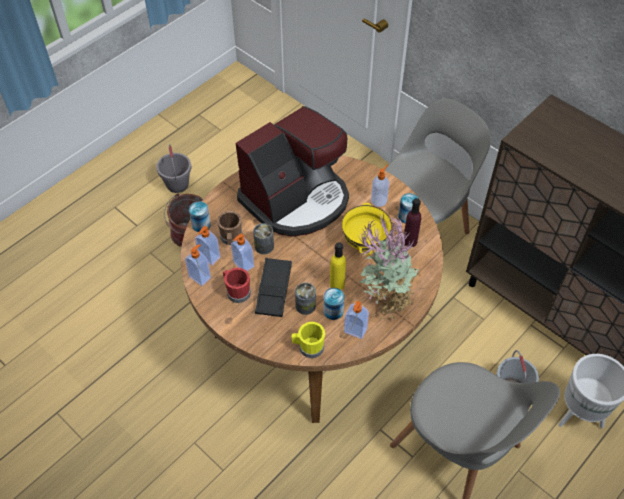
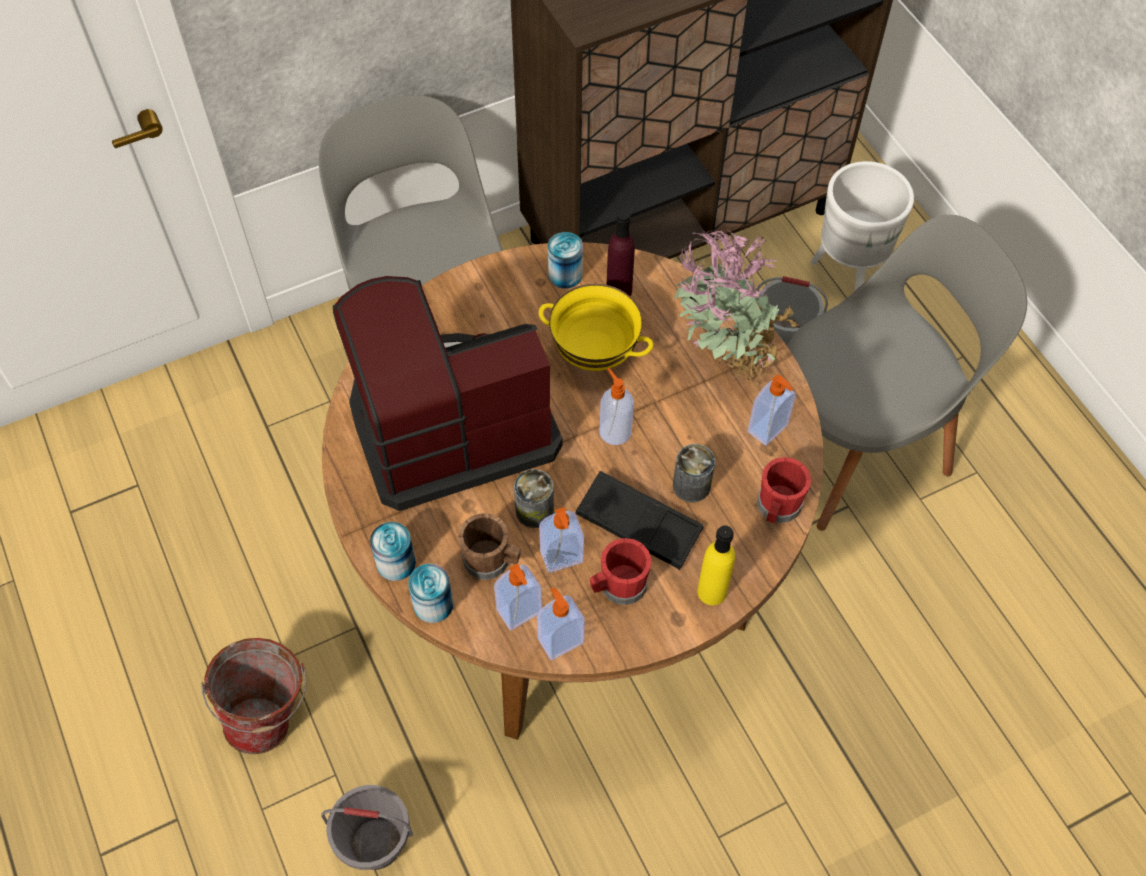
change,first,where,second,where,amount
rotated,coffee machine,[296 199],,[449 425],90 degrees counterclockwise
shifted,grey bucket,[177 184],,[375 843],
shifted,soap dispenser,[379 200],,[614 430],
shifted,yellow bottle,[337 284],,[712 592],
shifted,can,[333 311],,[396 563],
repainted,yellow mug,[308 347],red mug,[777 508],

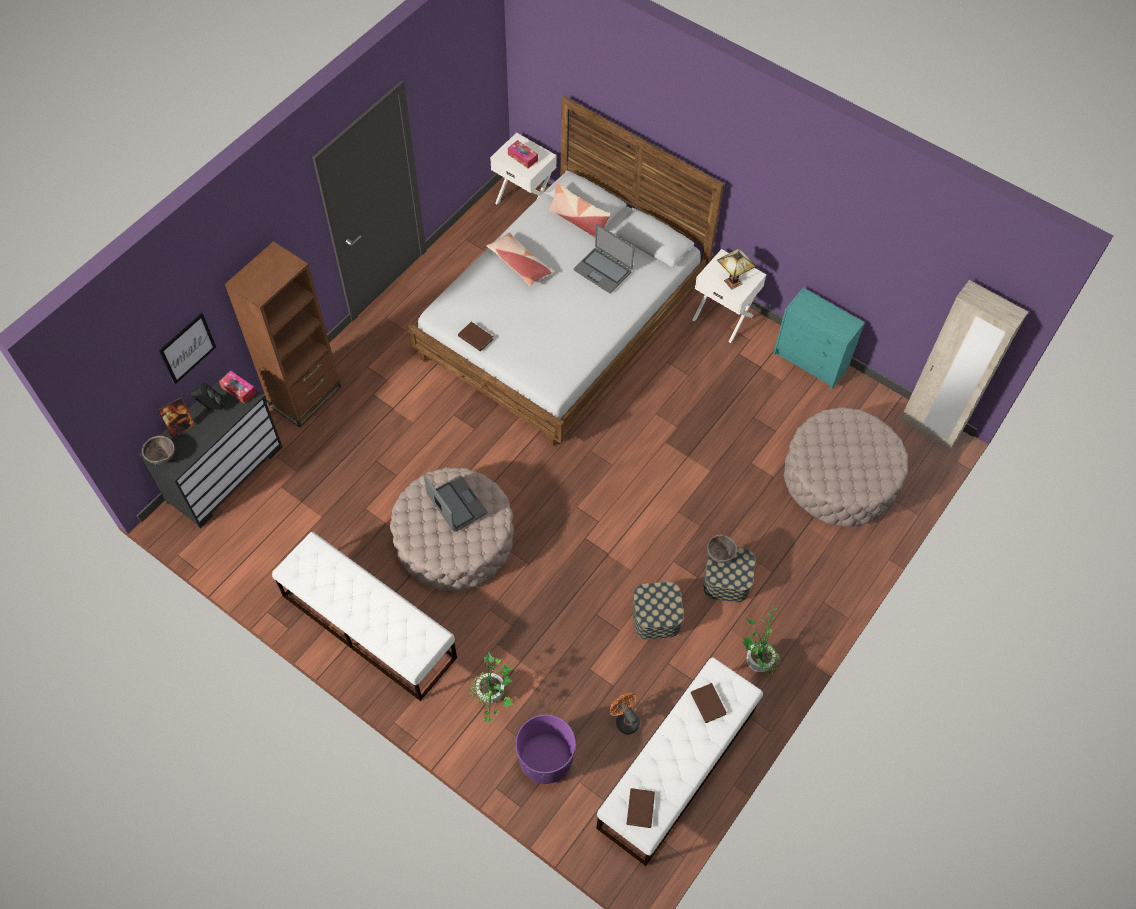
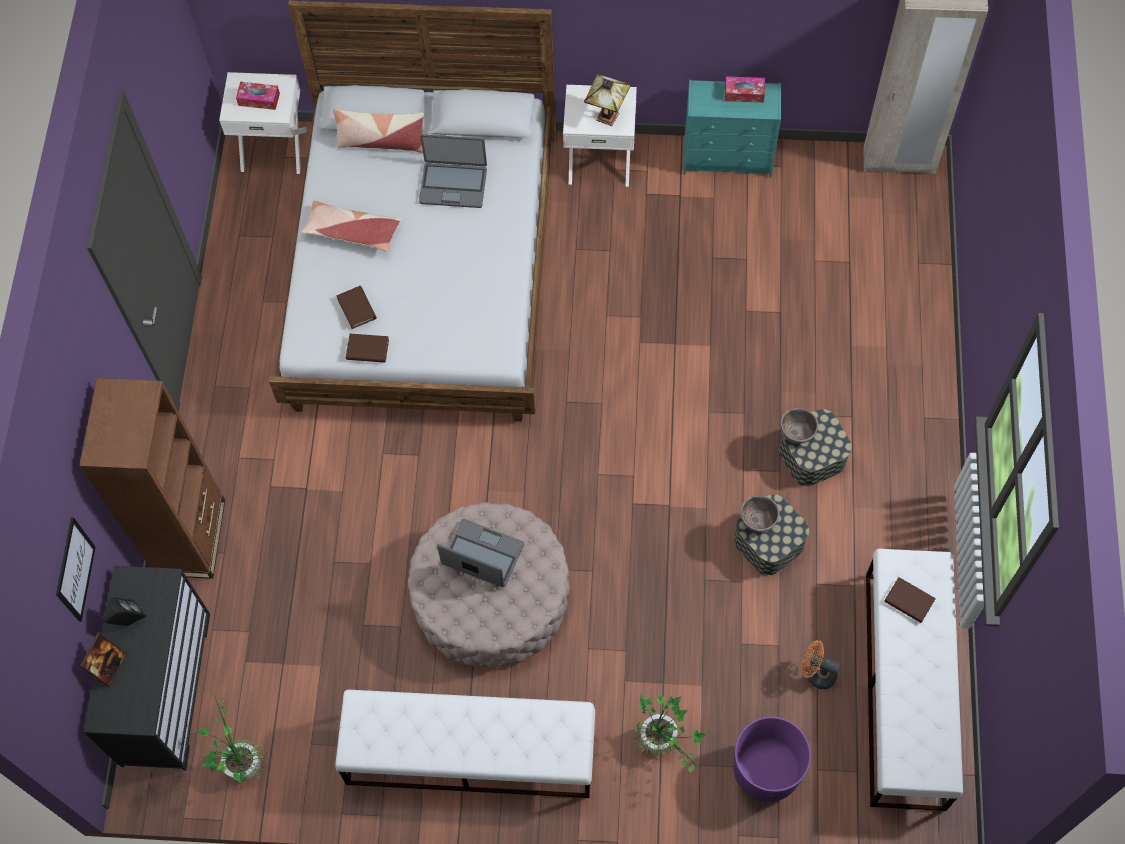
change,first,where,second,where,amount
shifted,tissue box,[238 390],,[744 93],
gone,beige ottoman,[840 478],,,
shifted,brown bowl,[162 457],,[758 521],
shifted,potted plant,[757 658],,[241 761],
shifted,brown book,[640 808],,[356 308],

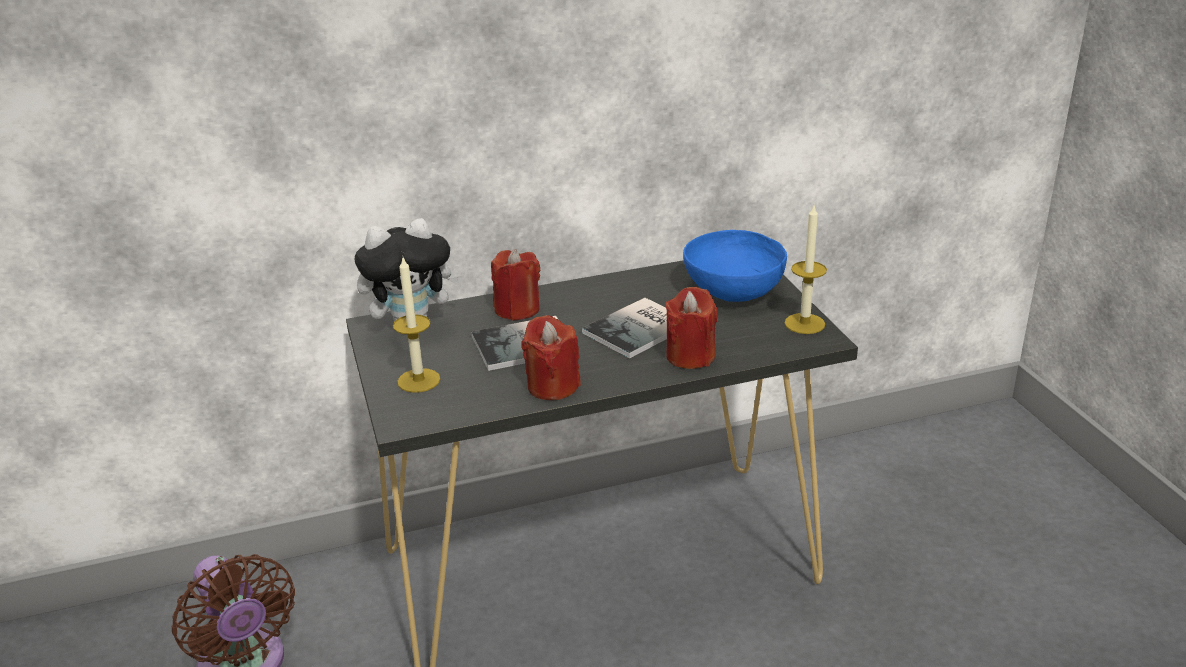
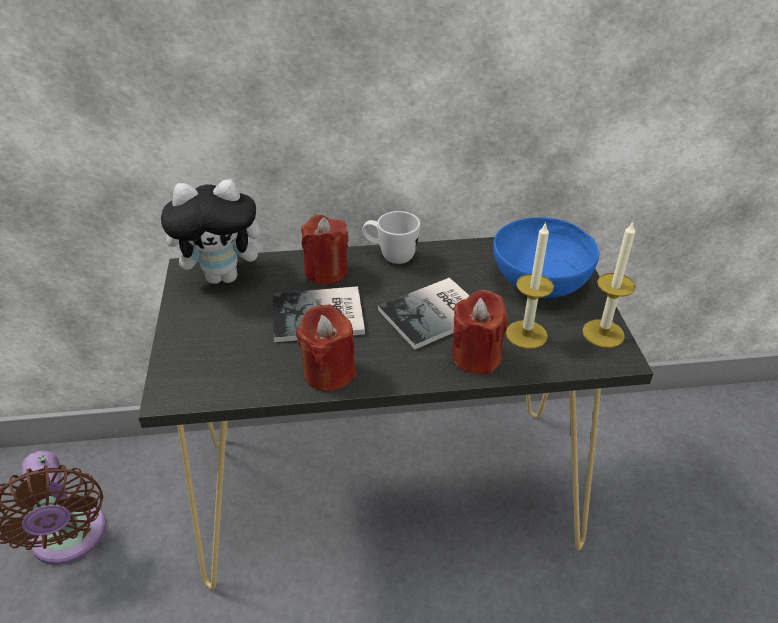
change,first,where,second,where,amount
shifted,candle,[419 380],,[526 334],
new,,,white mug,[390 256],

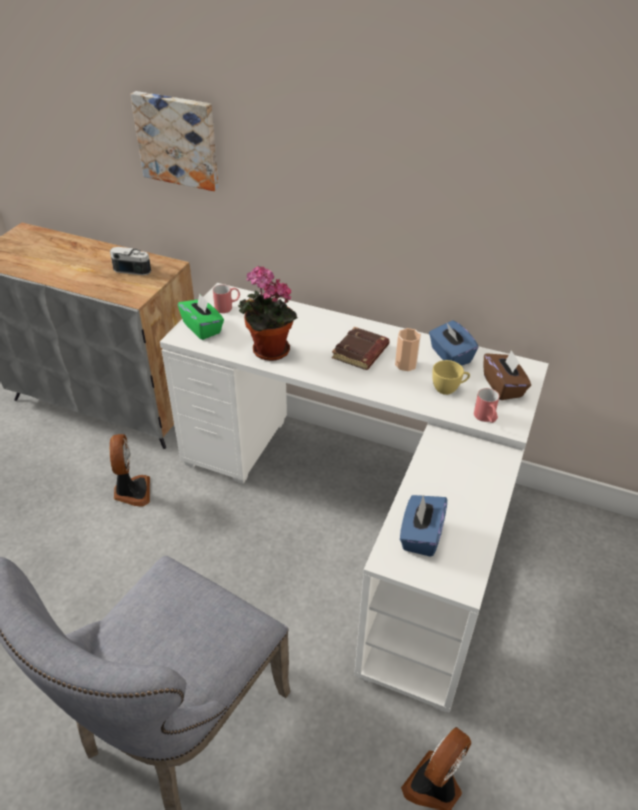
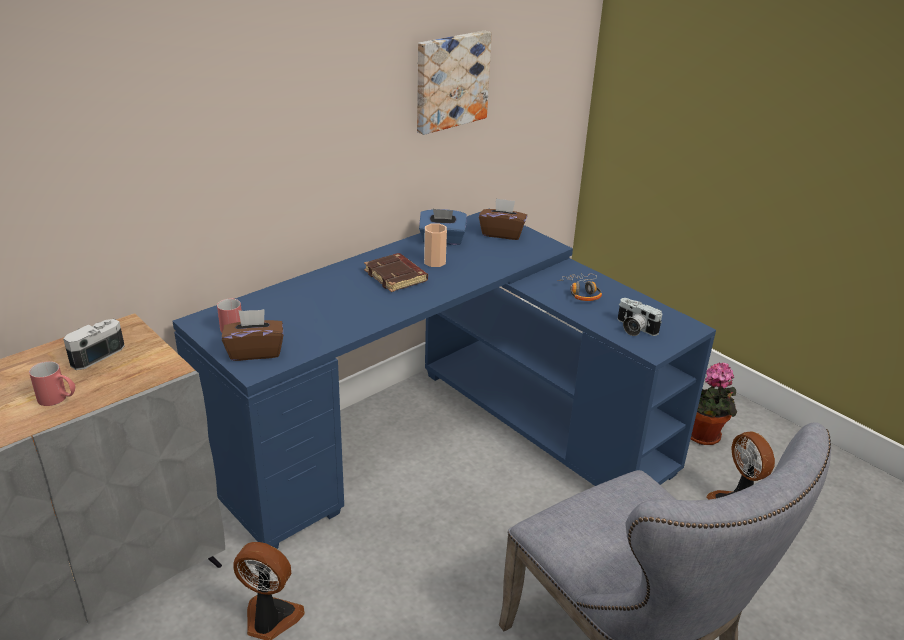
change,first,where,second,where,amount
shifted,picture,[178 140],,[450 81],
shifted,potted plant,[267 351],,[703 437],
repainted,white desk,[364 510],blue desk,[443 440],
repainted,green tissue box,[203 328],brown tissue box,[255 351],
gone,yellow cup,[448 389],,,
shifted,red mug,[486 418],,[58 399],
swapped,blue tissue box,[420 535],photo camera,[634 329],
new,,,headphones,[581 292],

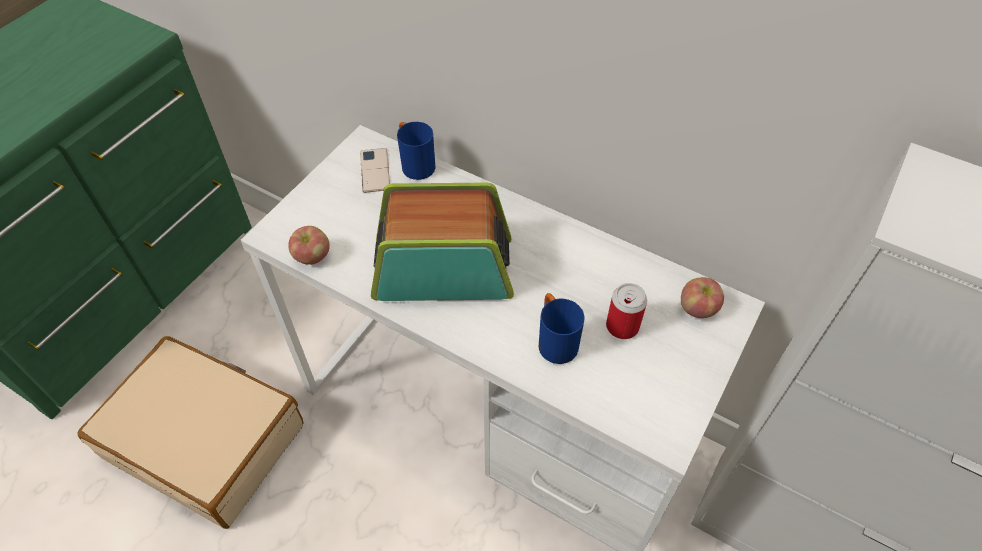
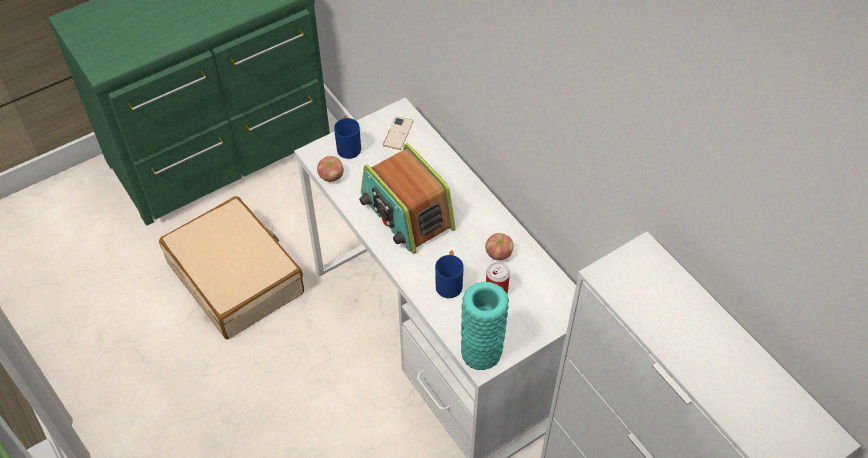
change,first,where,second,where,amount
shifted,blue mug,[415 164],,[348 146],
rotated,radio,[443 268],,[406 213],150 degrees counterclockwise
shifted,apple,[697 308],,[498 254],
new,,,turquoise vase,[481 351],

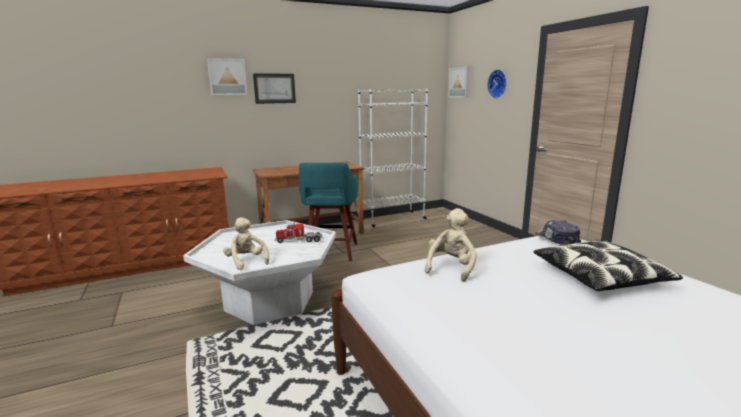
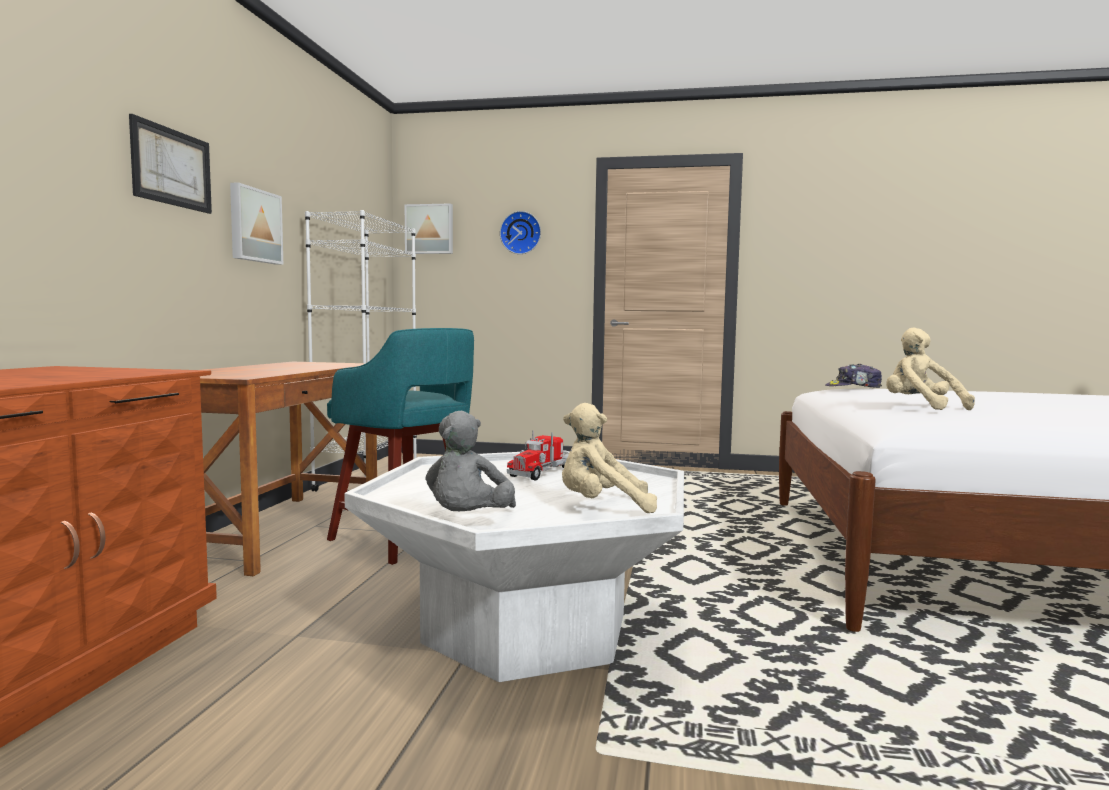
change,first,where,second,where,amount
shifted,picture,[227 77],,[254 225],
gone,pillow,[600 277],,,
new,,,grey plush toy,[468 521],

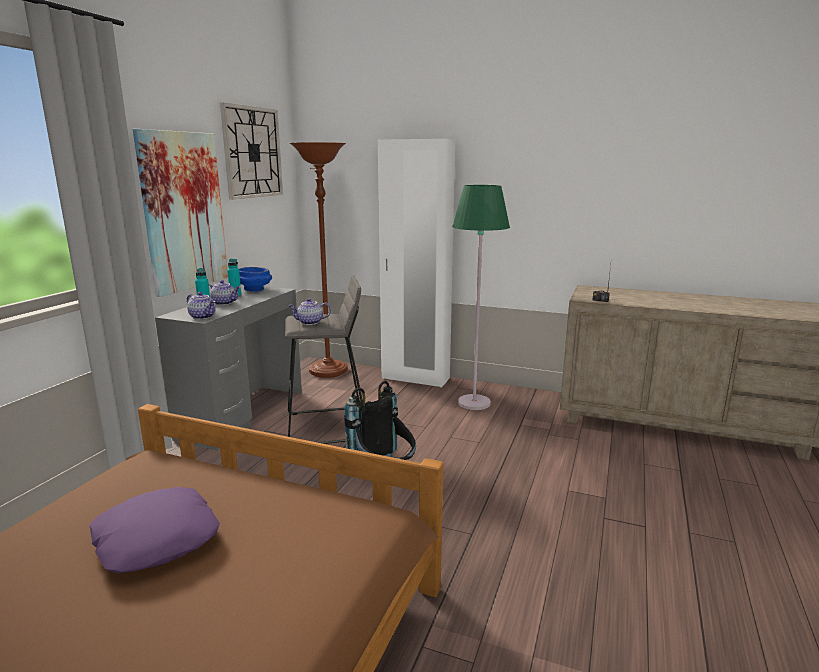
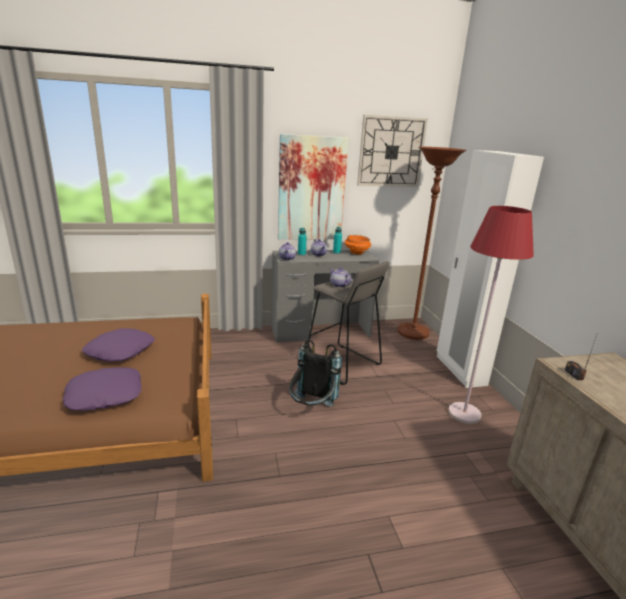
change,first,where,second,where,amount
repainted,green floor lamp,[474 403],red floor lamp,[464 413],
repainted,blue bowl,[254 290],orange bowl,[356 252],
new,,,purple pillow,[105 395],

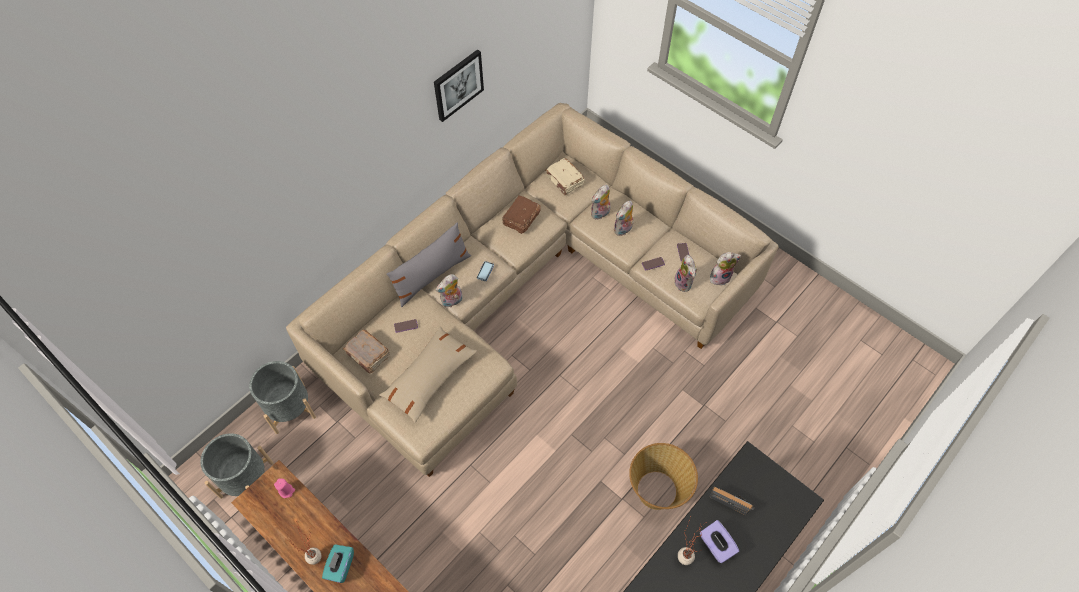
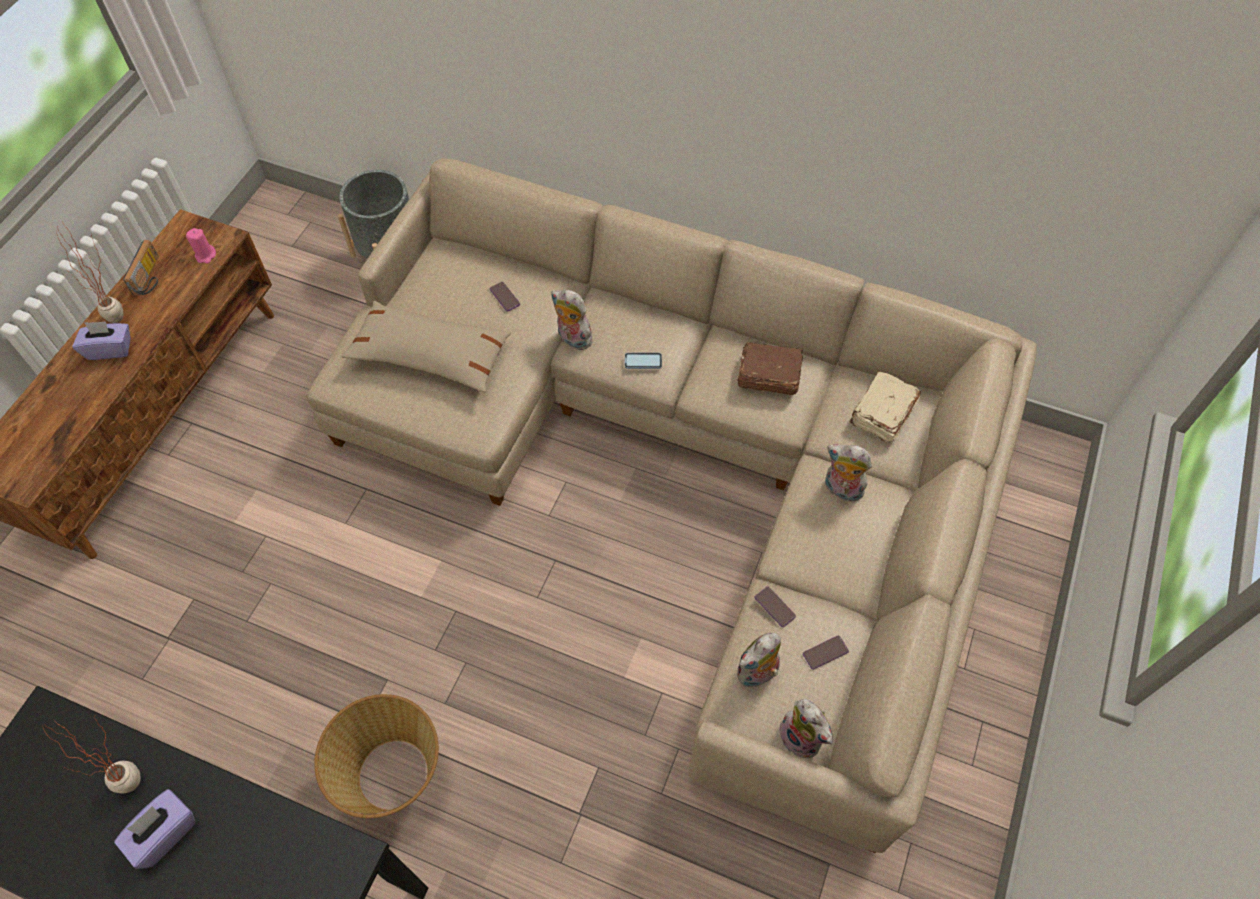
change,first,where,second,where,amount
gone,picture,[458 85],,,
gone,plush toy,[623 230],,,
gone,grey pillow,[432 276],,,
gone,brown book,[368 355],,,
gone,grey planter,[246 479],,,
shifted,radio,[731 500],,[150 277],
repainted,turquoise tissue box,[340 566],purple tissue box,[110 349],

